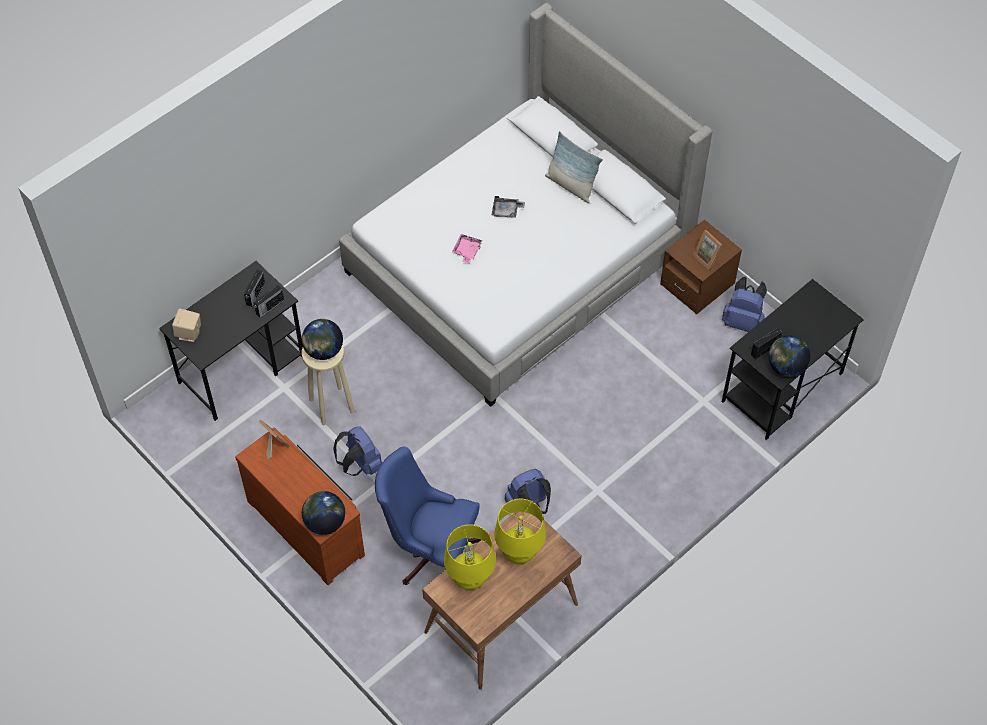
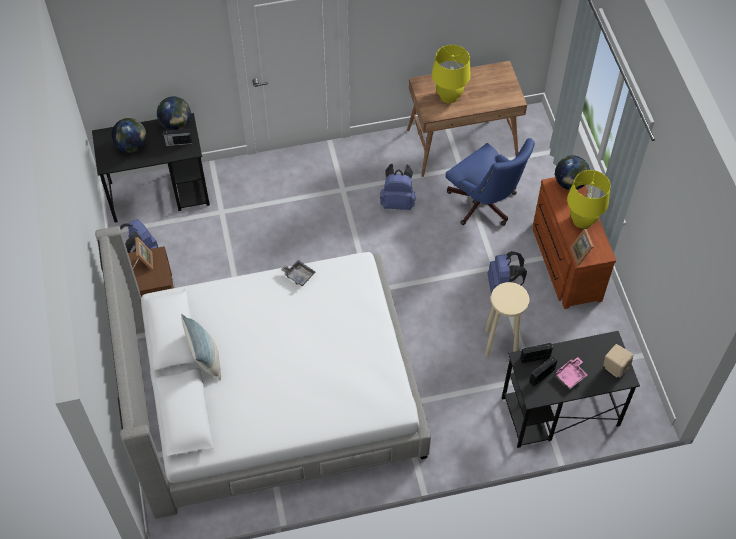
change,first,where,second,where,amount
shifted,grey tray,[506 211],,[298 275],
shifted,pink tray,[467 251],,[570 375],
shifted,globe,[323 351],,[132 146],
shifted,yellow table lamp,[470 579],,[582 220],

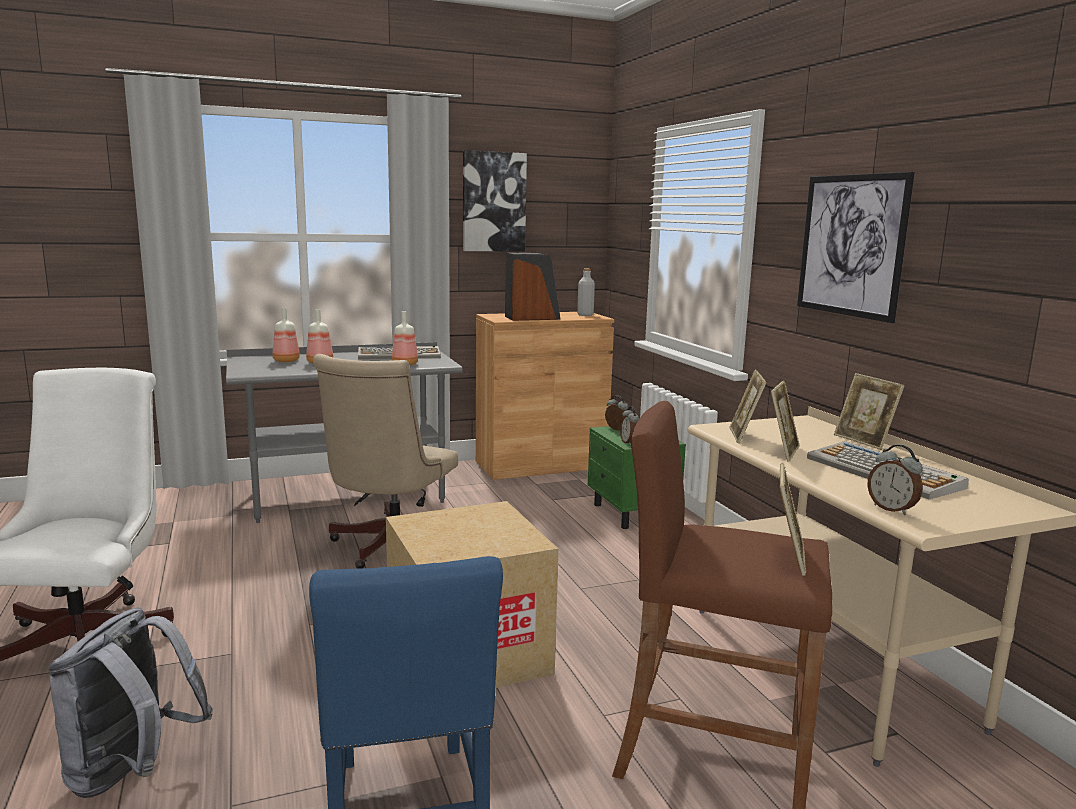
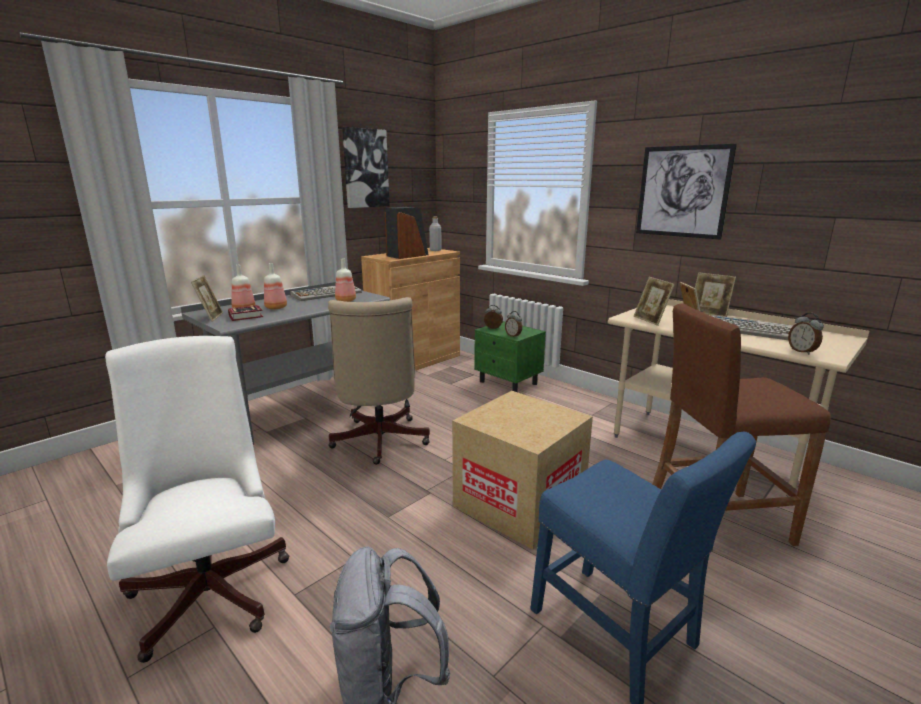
change,first,where,second,where,amount
rotated,alarm clock,[892 509],,[802 351],45 degrees clockwise
shifted,picture frame,[788 557],,[211 317],
new,,,book,[247 316],

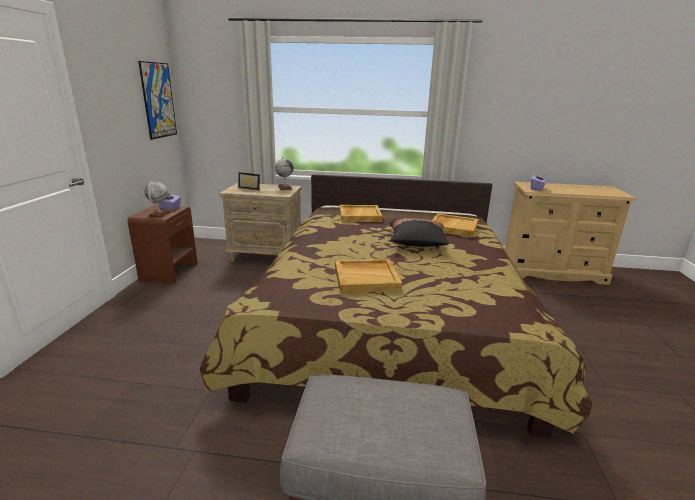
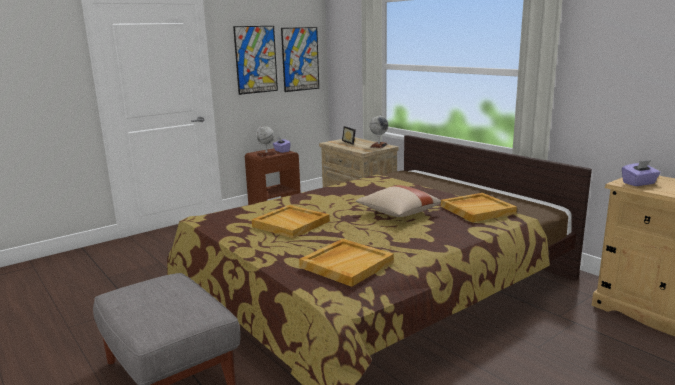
change,first,where,second,where,amount
shifted,beige tray,[359 215],,[346 264],
repainted,black pillow,[416 243],beige pillow,[397 213],
new,,,picture,[256 59],

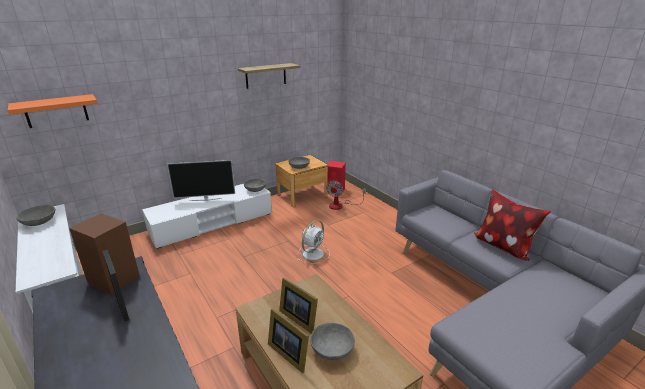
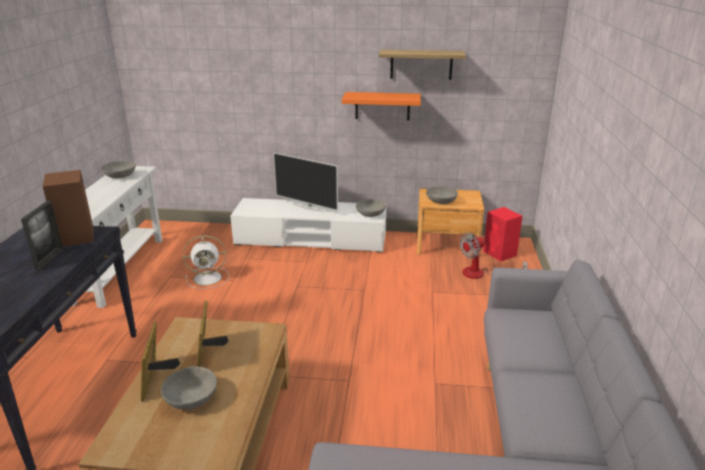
change,first,where,second,where,amount
shifted,orange shelf,[56 111],,[382 106],
gone,pillow,[503 246],,,
shifted,white fan,[313 253],,[209 278],

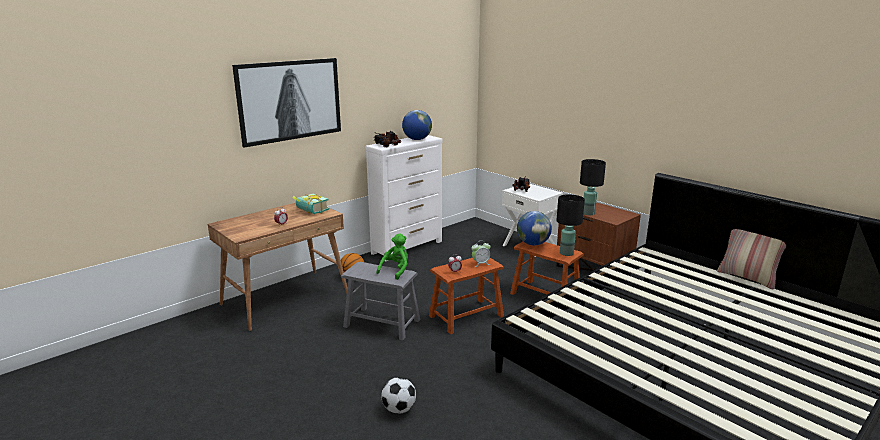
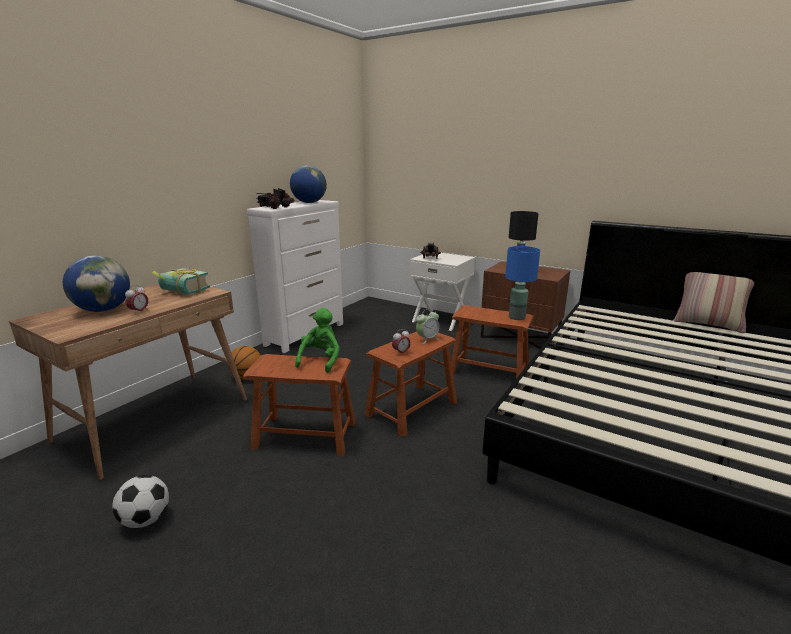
change,first,where,second,where,amount
gone,picture,[290 100],,,
repainted,black table lamp,[566 253],blue table lamp,[517 317],
shifted,globe,[533 244],,[103 310],
repainted,grey stool,[382 323],brown stool,[305 435],
shifted,football,[399 409],,[146 520],

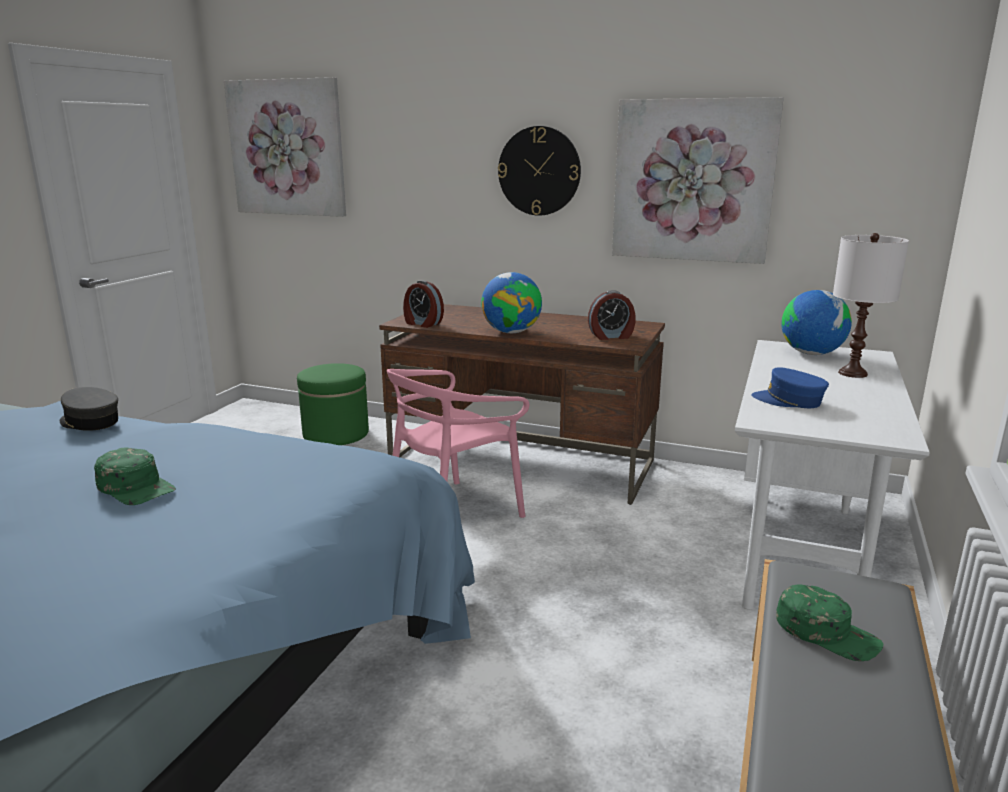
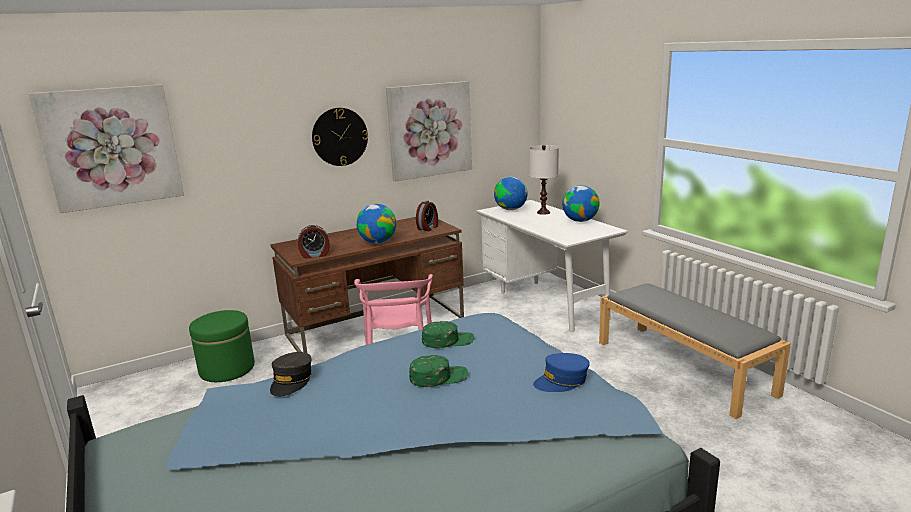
change,first,where,second,where,amount
shifted,blue cap,[788 401],,[561 381],
rotated,grey cap,[89 422],,[291 381],60 degrees counterclockwise
shifted,green cap,[827 632],,[448 340],
new,,,globe,[580 221],

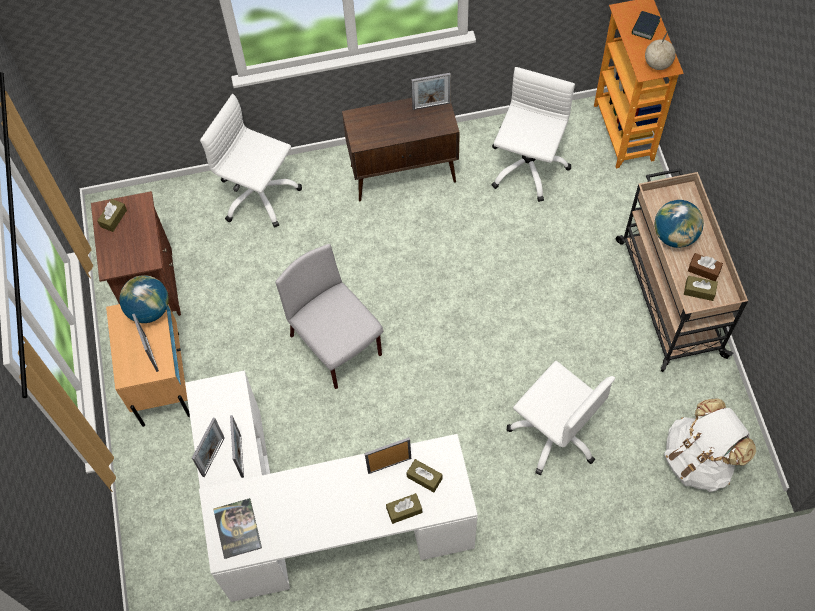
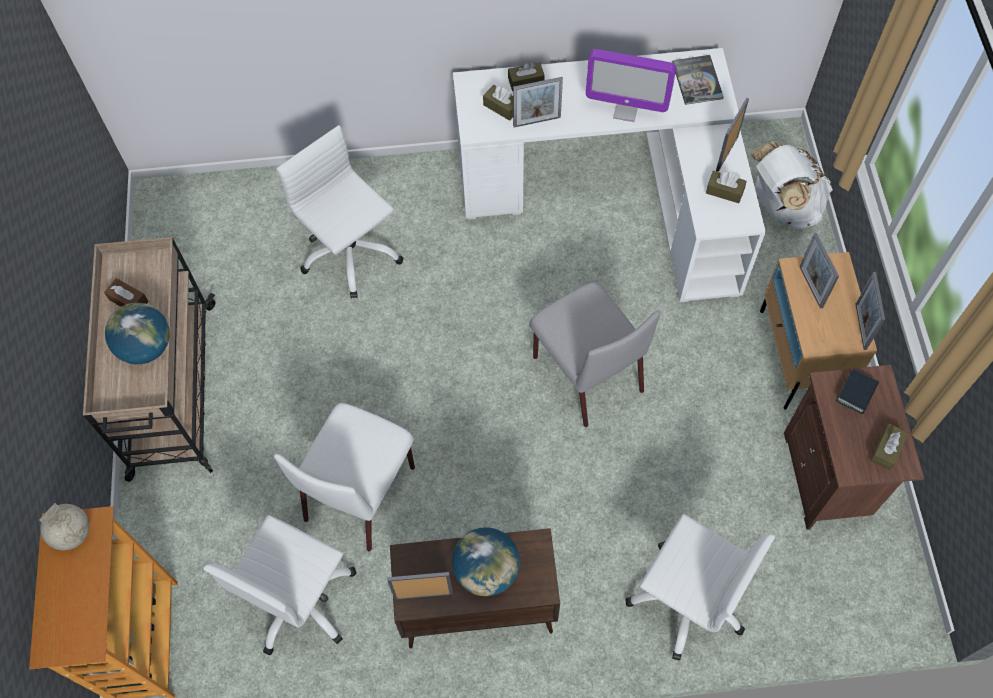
change,first,where,second,where,amount
shifted,book,[645 27],,[856 393],
shifted,globe,[149 310],,[486 571],
shifted,brown tissue box,[699 291],,[724 191],
shifted,white backpack,[699 459],,[782 206],
shifted,picture frame,[241 456],,[860 326],
new,,,monitor,[625 111],
new,,,white chair,[360 491],

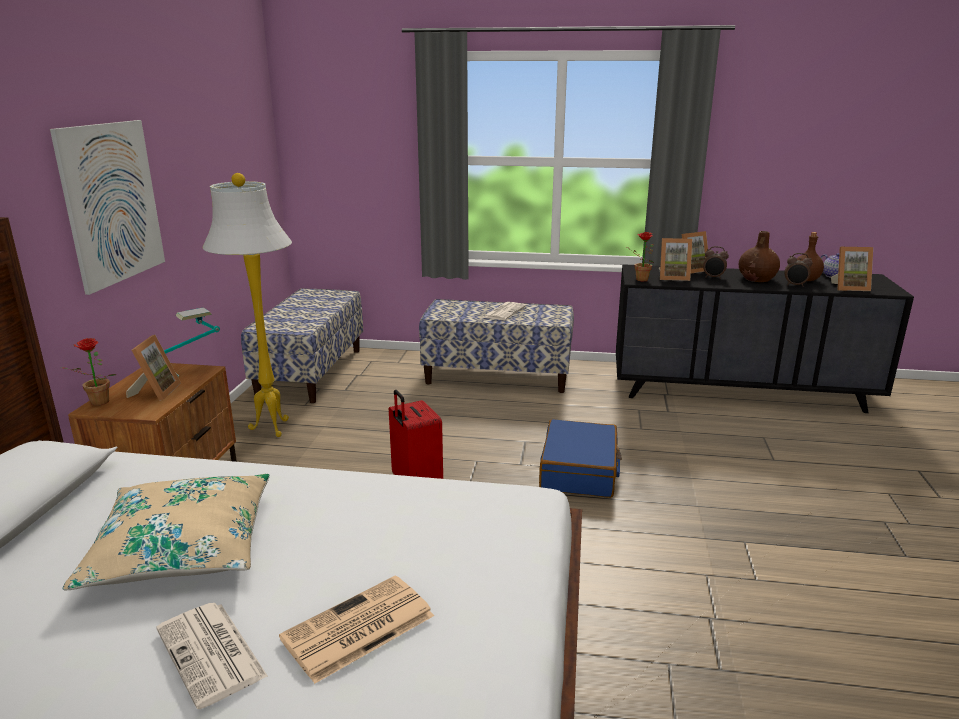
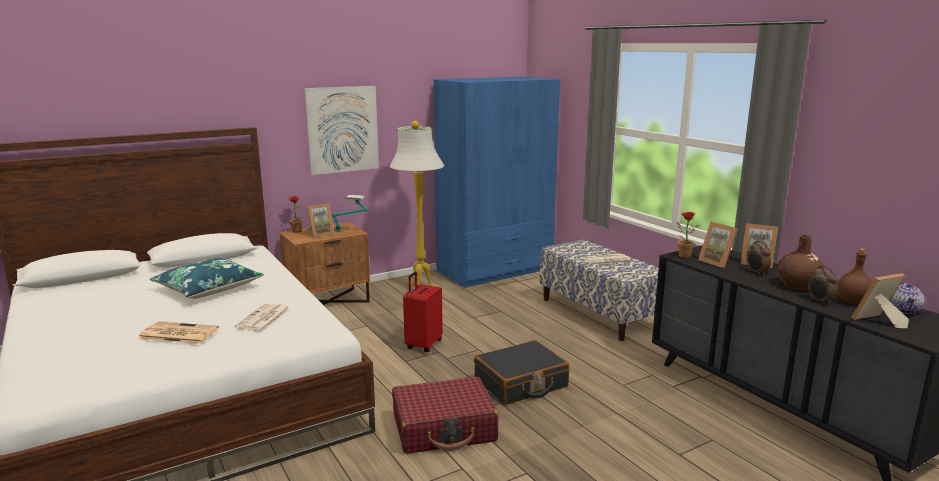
change,first,where,second,where,amount
rotated,picture frame,[849 288],,[878 321],105 degrees clockwise
swapped,bench,[310 372],blue wardrobe,[495 270],
repainted,blue suitcase,[579 471],black suitcase,[521 384],
repainted,beige pillow,[182 546],blue pillow,[208 288],
shifted,newspaper,[212 654],,[263 318],
new,,,red suitcase,[444 428],

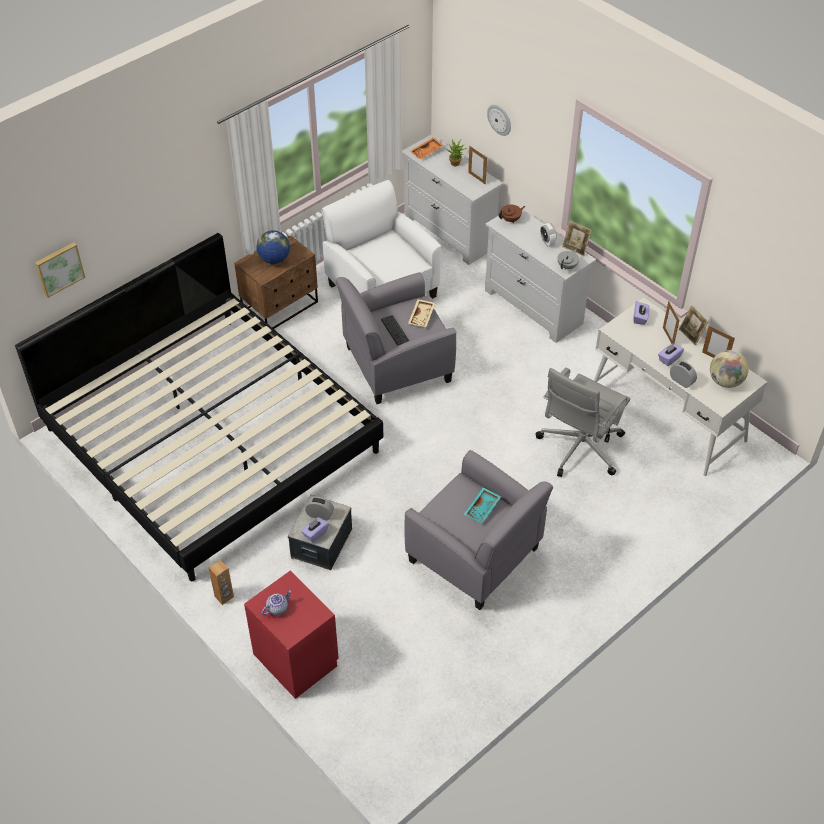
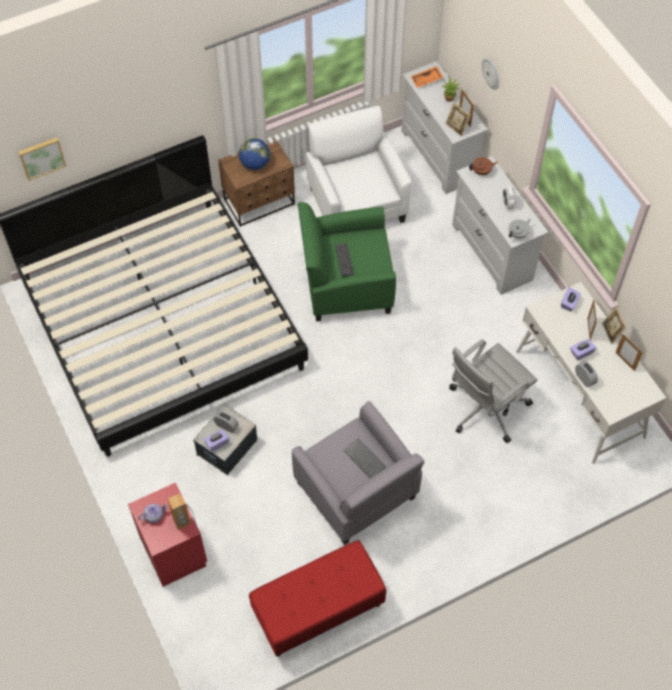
change,first,where,second,where,amount
shifted,picture frame,[575 249],,[456 128],
repainted,grey armchair,[396 364],green armchair,[346 285],
gone,beige tray,[422 316],,,
gone,globe,[725 381],,,
swapped,turquoise tray,[483 509],keyboard,[365 459],
shifted,brown speaker,[224 597],,[182 521],
new,,,red bench,[318 610],

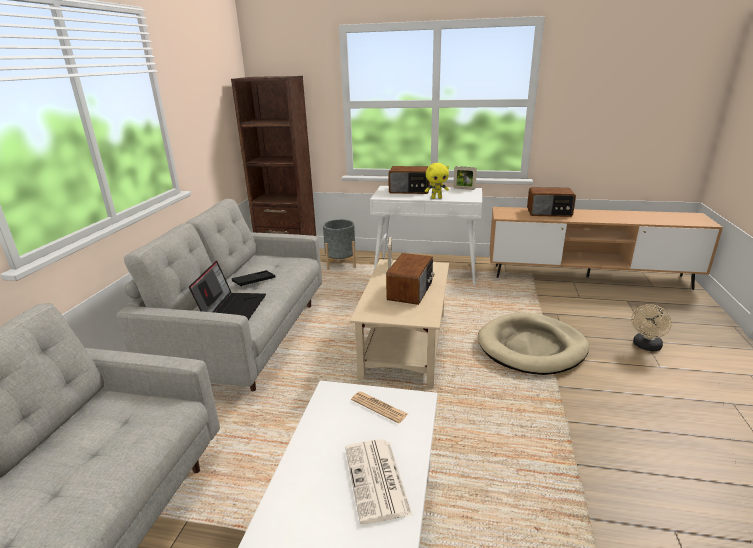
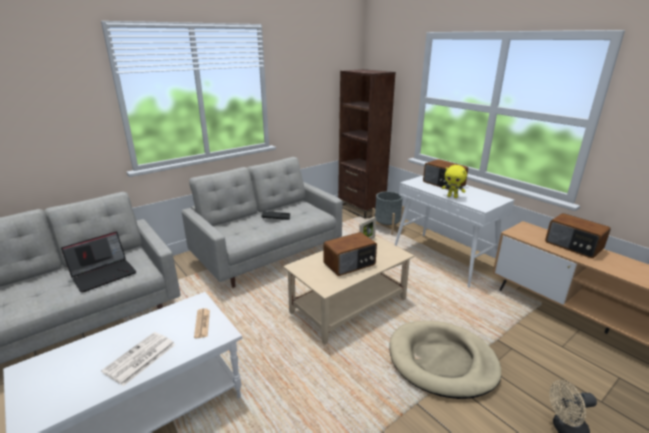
change,first,where,second,where,amount
gone,picture frame,[464 189],,,
shifted,laptop,[232 308],,[104 274],

